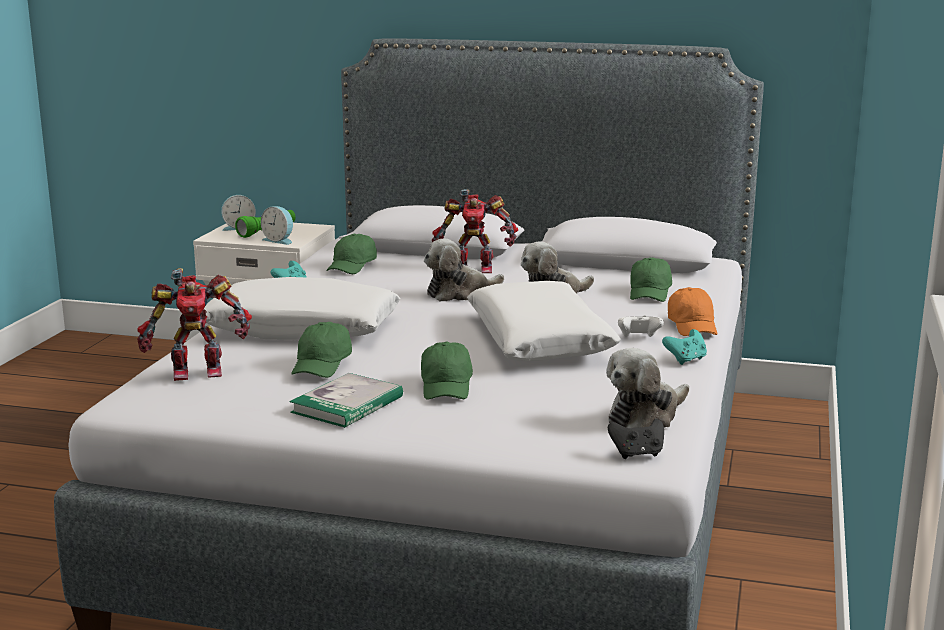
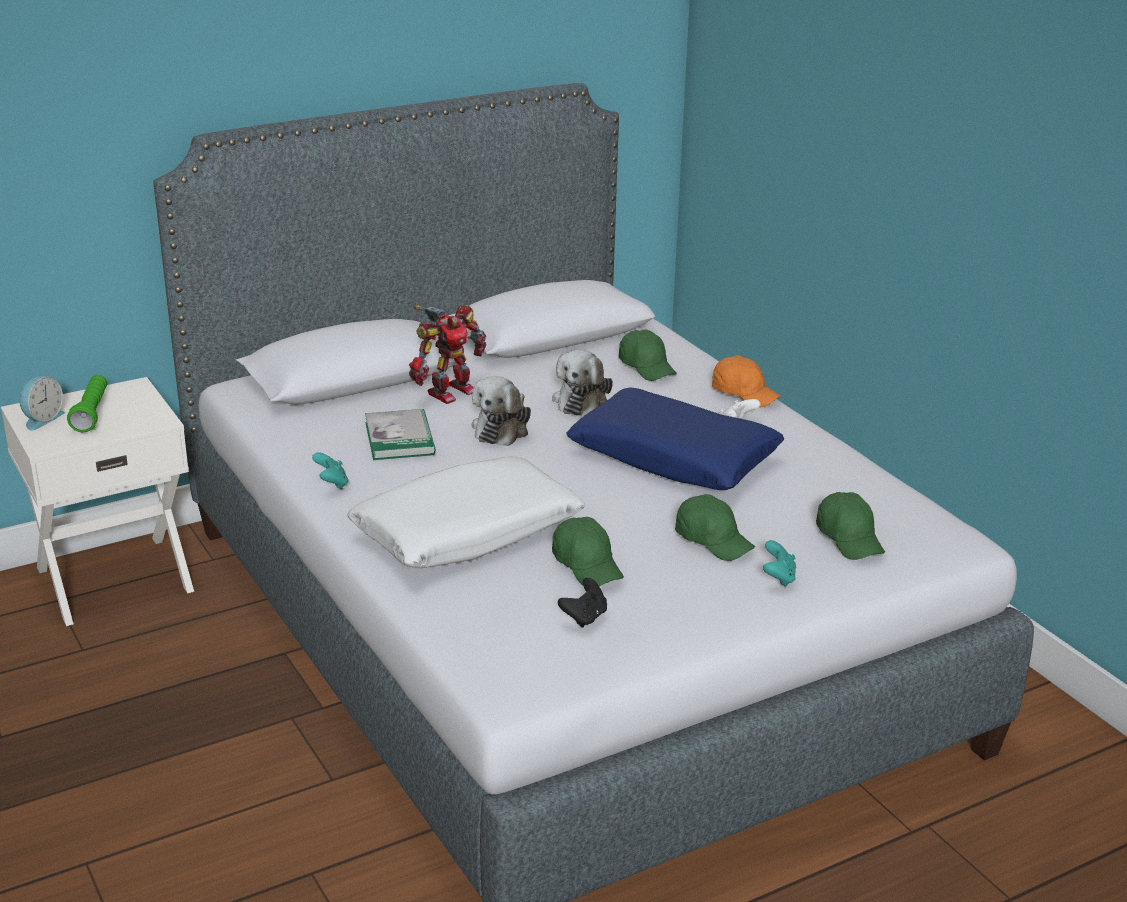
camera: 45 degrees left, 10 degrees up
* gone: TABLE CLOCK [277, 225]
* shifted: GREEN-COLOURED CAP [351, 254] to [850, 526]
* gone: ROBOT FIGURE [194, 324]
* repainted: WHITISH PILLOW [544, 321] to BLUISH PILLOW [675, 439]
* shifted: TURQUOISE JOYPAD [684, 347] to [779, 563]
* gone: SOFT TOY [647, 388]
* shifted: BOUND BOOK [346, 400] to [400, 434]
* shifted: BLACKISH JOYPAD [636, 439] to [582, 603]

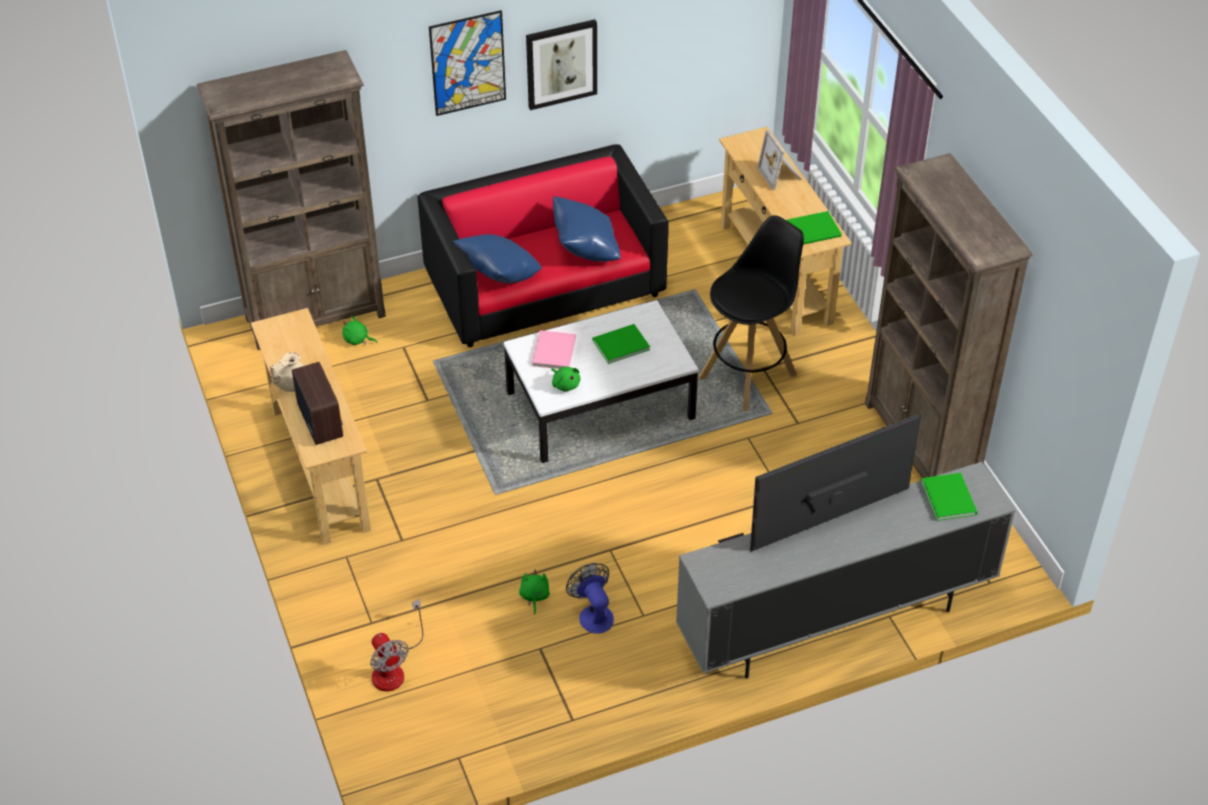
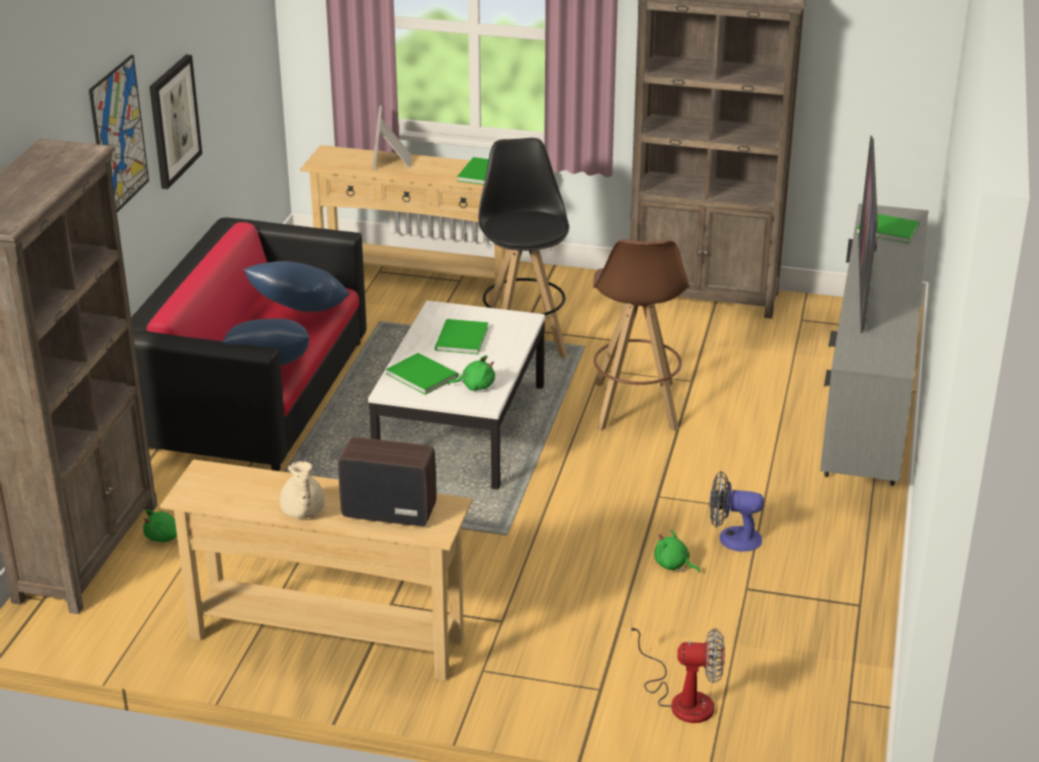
camera: 55 degrees left, 15 degrees down
* rotated: PHOTO FRAME [779, 160] = [392, 138] 75 degrees clockwise
* repainted: PINKISH BOUND BOOK [554, 349] to GREEN-COLOURED BOUND BOOK [422, 374]
* new: BROWN-COLOURED STOOL [641, 335]

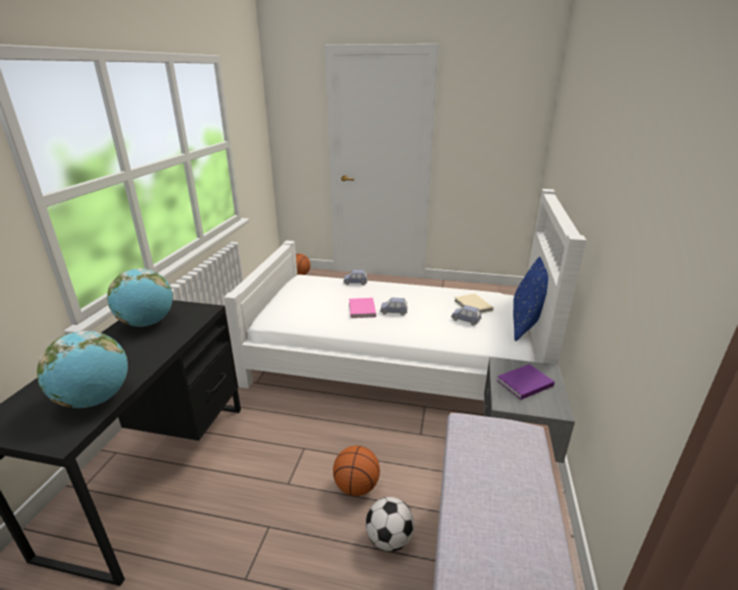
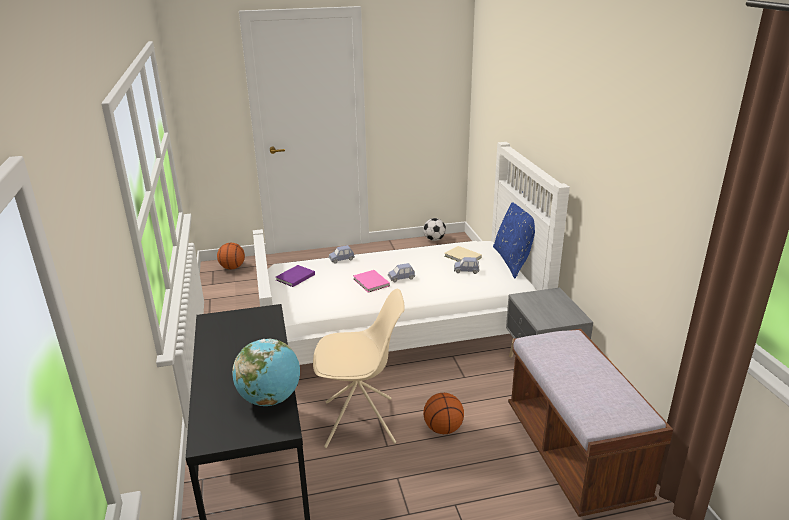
camera: 25 degrees left, 0 degrees up
* gone: WORLD GLOBE [140, 297]
* shifted: PURPLE BOUND BOOK [526, 382] to [295, 276]
* shifted: FOOTBALL BALL [390, 524] to [434, 229]
* new: BEIGE-COLOURED PLAIN CHAIR [359, 368]

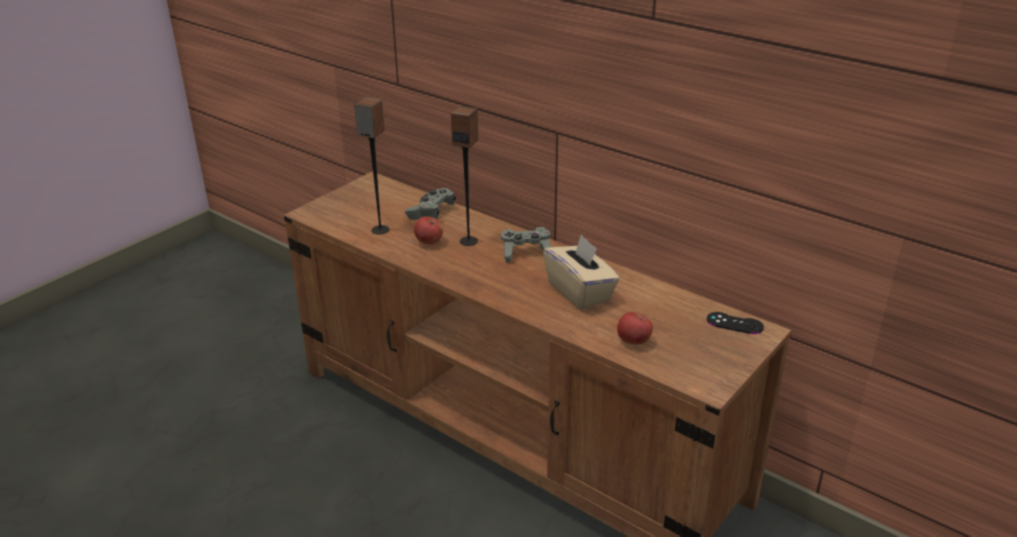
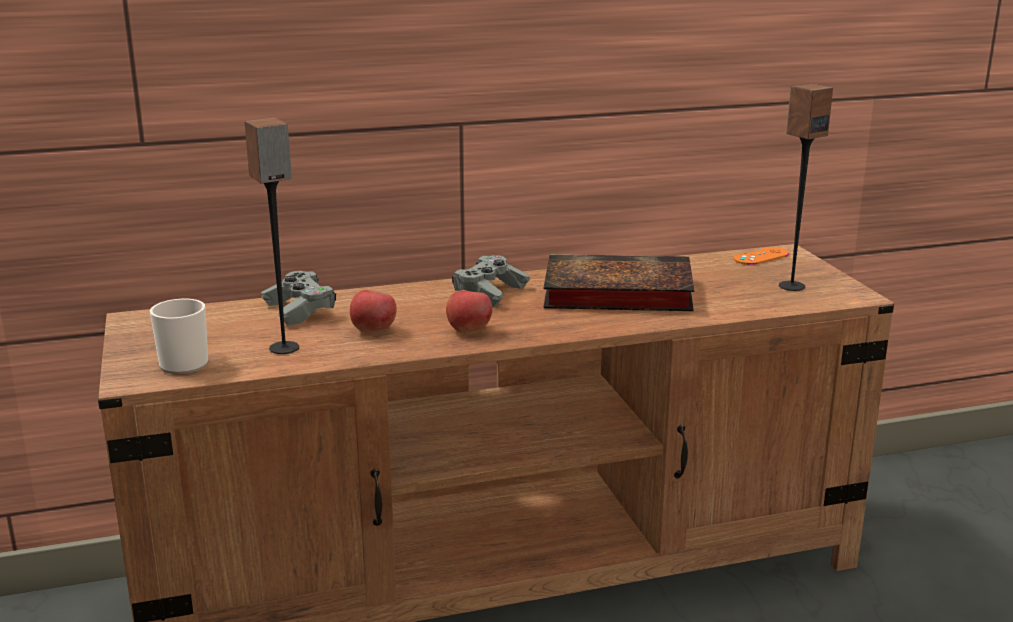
camera: 55 degrees left, 10 degrees down
* shifted: LOUDSPEAKER [464, 176] to [806, 187]
* swapped: BEIGE-COLOURED TISSUE BOX [581, 272] to BOUND BOOK [619, 282]
* shifted: APPLE [635, 328] to [469, 312]
* repainted: BLACKISH JOYPAD [735, 323] to ORANGE JOYPAD [761, 256]
* new: MUG [179, 336]

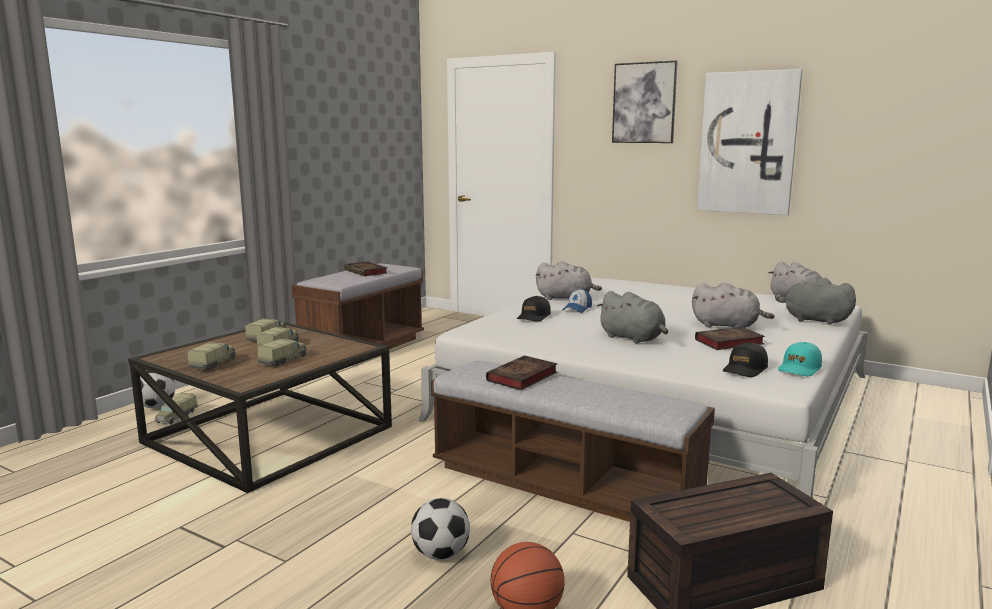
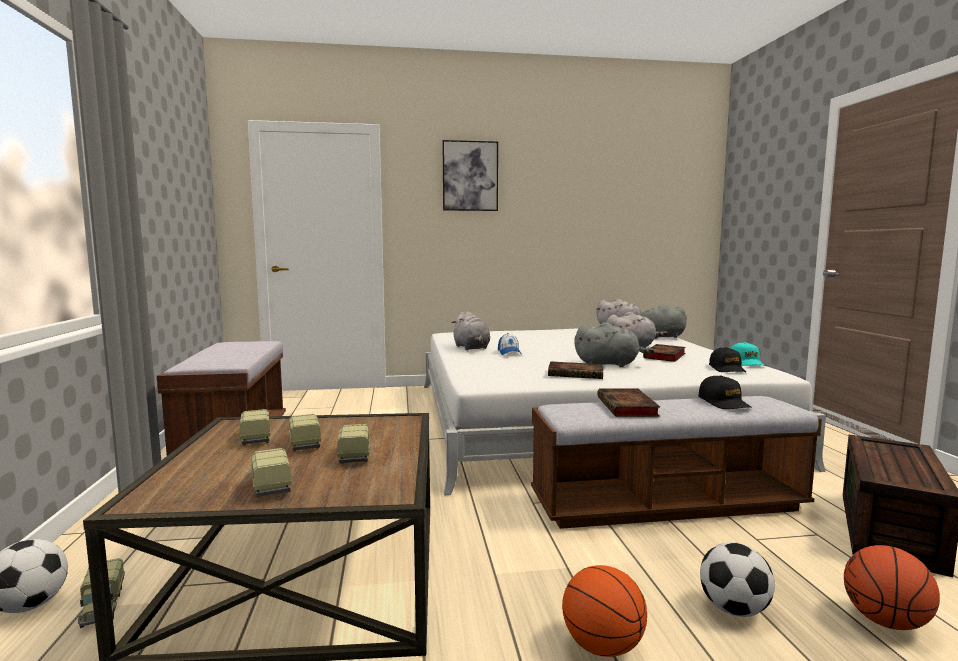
camera: 40 degrees left, 5 degrees down
* gone: PICTURE [750, 142]
* rotated: GRAY SOFT TOY [568, 280] = [471, 330] 90 degrees clockwise
* shifted: BOUND BOOK [366, 269] to [575, 370]
* shifted: BLACKISH CAP [534, 309] to [725, 392]
* new: BASKETBALL [604, 611]

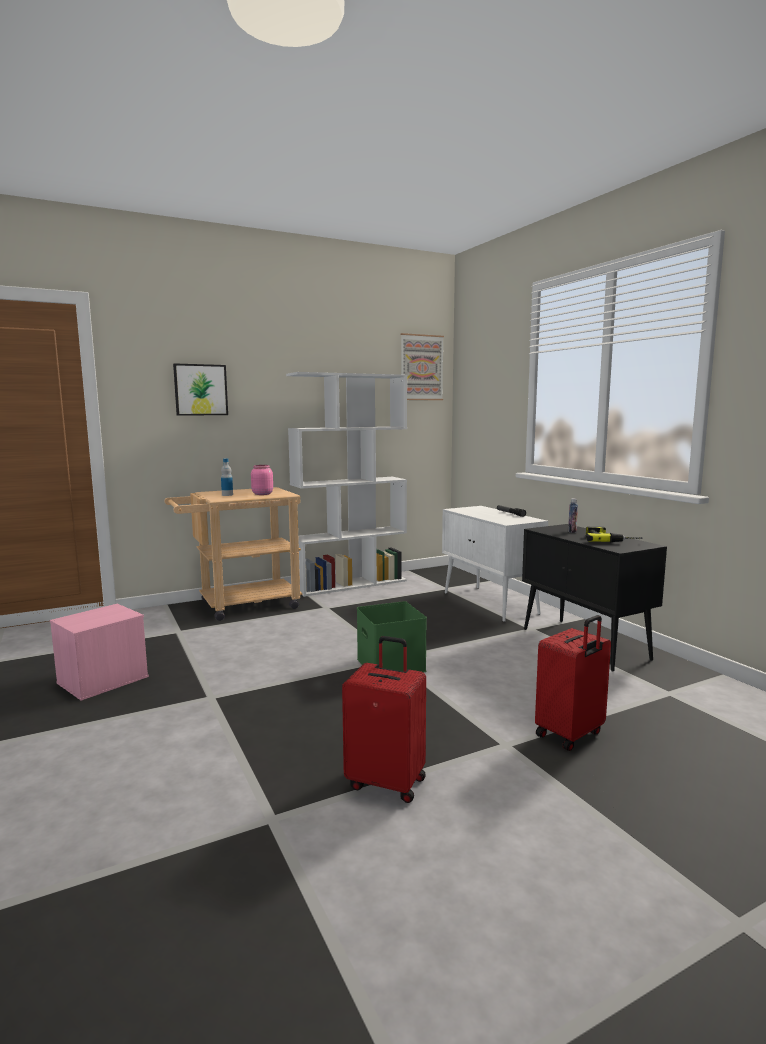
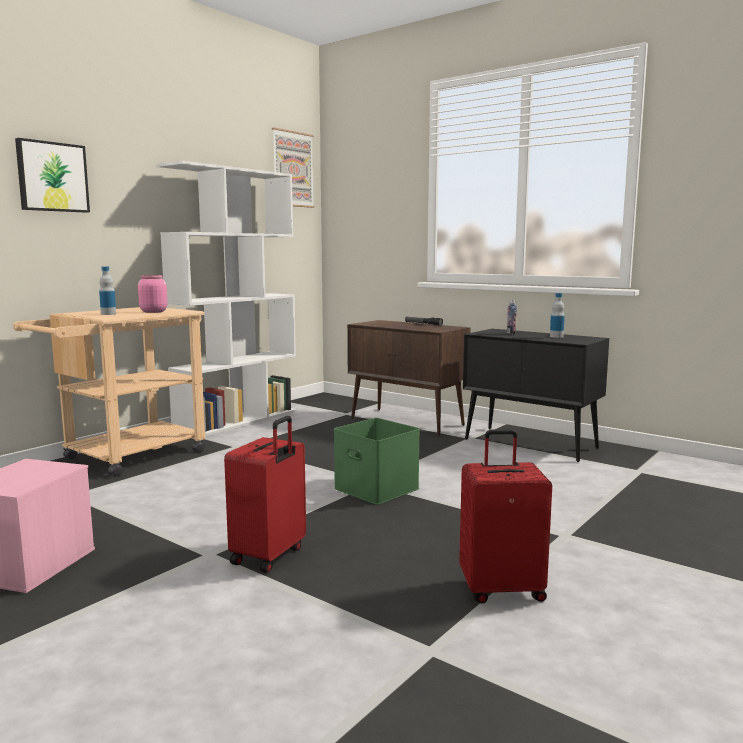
camera: 25 degrees left, 0 degrees up
* repainted: WHITISH CABINET [495, 564] to BROWN-COLOURED CABINET [409, 378]
* swapped: POWER DRILL [613, 535] to DRINK BOTTLE [557, 315]
* shifted: RED SUITCASE [573, 683] to [265, 494]

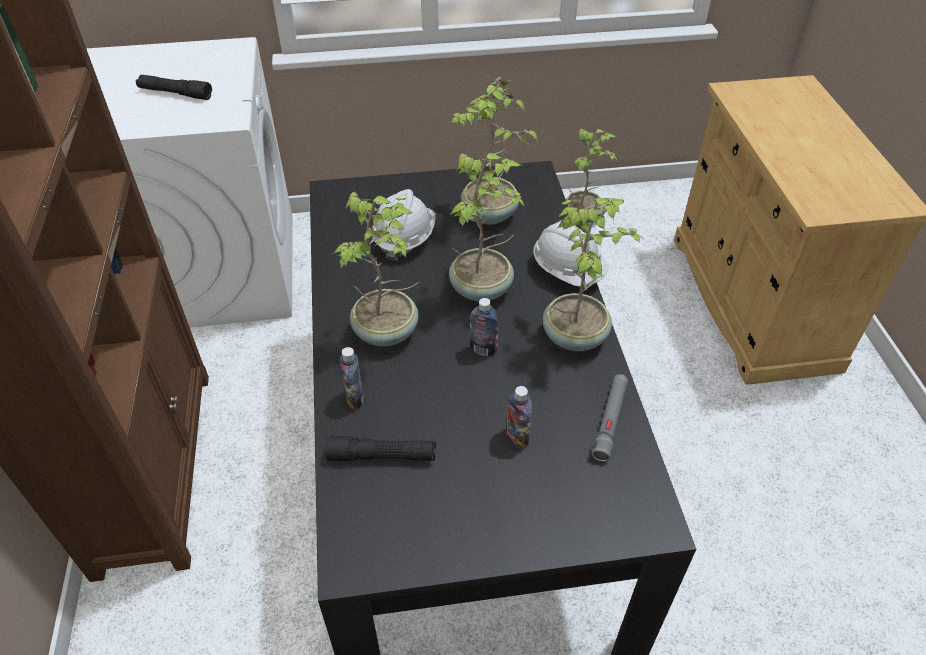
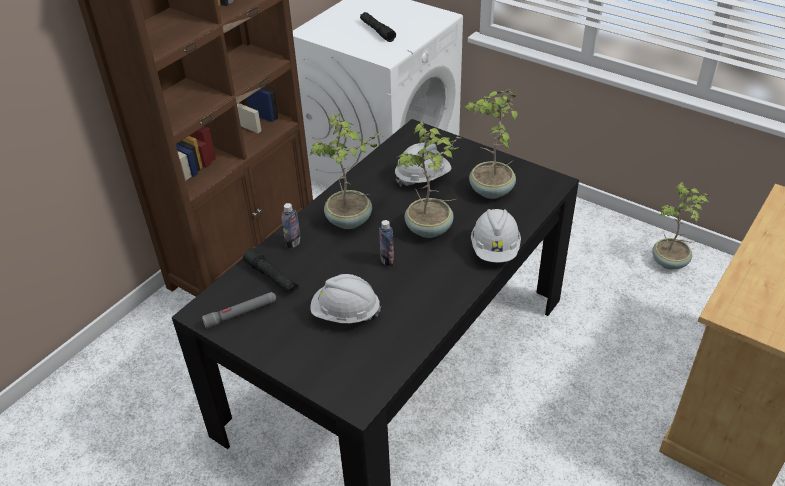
camera: 45 degrees right, 5 degrees down
* gone: HOUSEPLANT [593, 274]
* shifted: GRAY HAND TORCH [610, 417] to [239, 310]
* swapped: DRINK BOTTLE [519, 417] to WHITISH HARD HAT [345, 298]

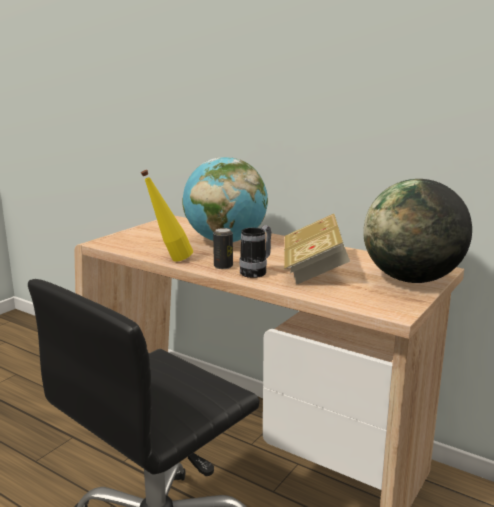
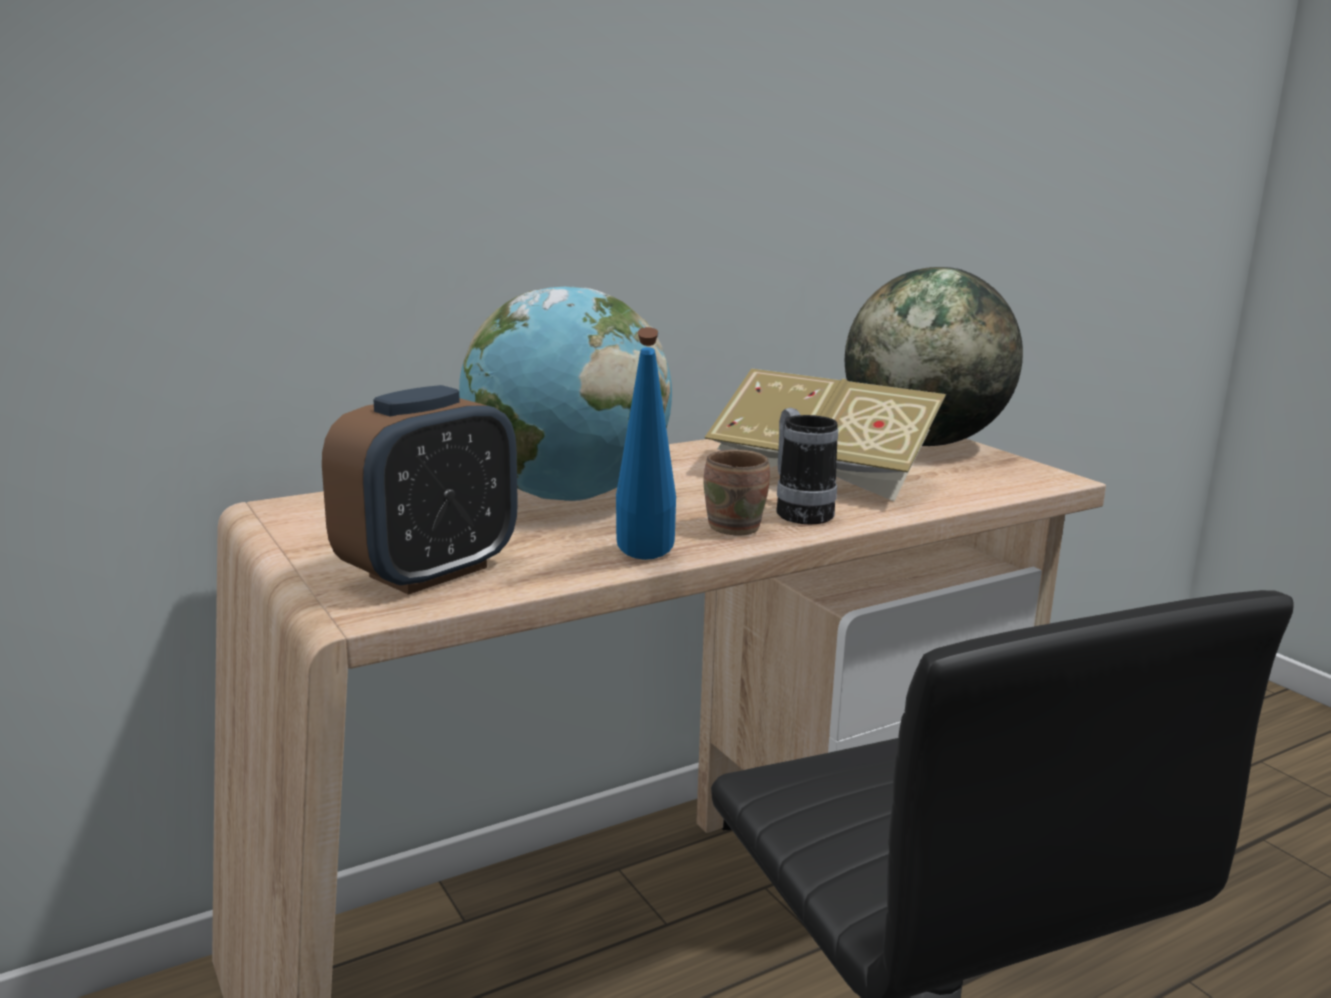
camera: 65 degrees left, 0 degrees up
* repainted: YELLOW-COLOURED DRINK BOTTLE [167, 216] to BLUISH DRINK BOTTLE [646, 443]
* swapped: CAN [223, 248] to BROWN-COLOURED MUG [736, 492]
* new: TABLE CLOCK [420, 490]

